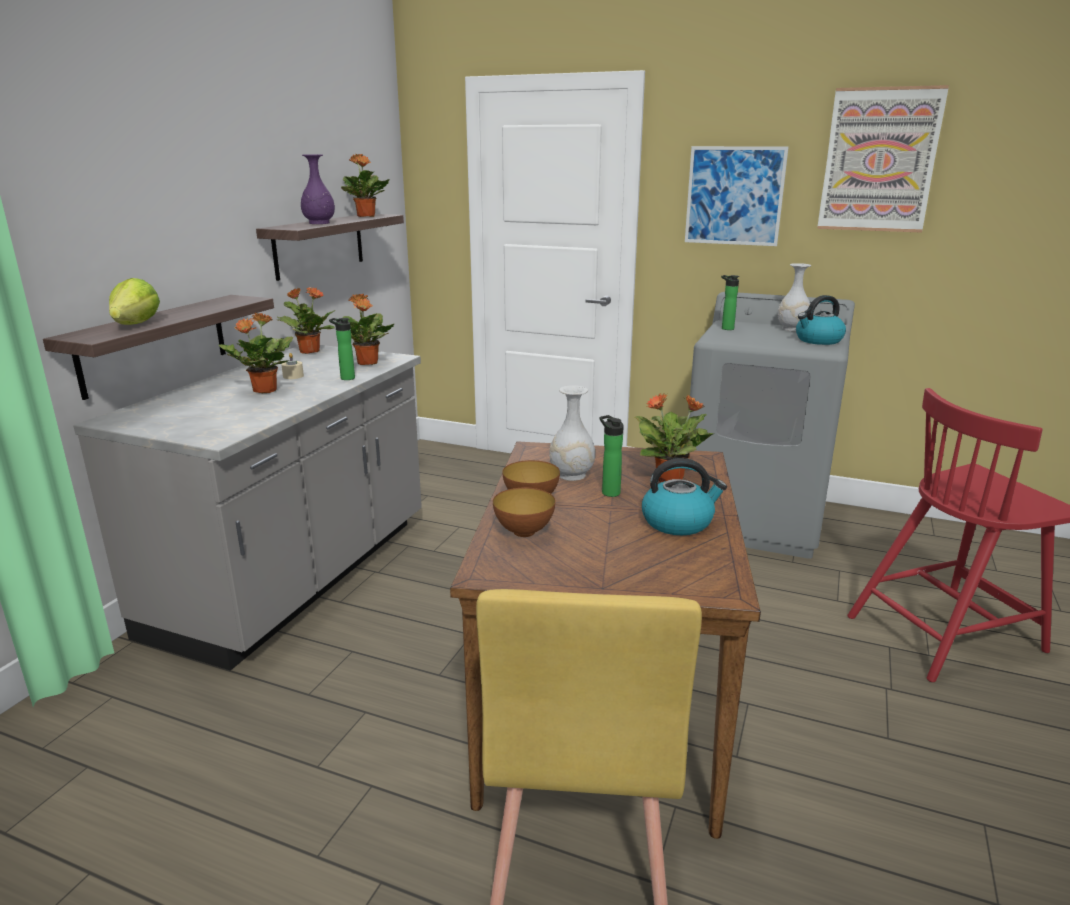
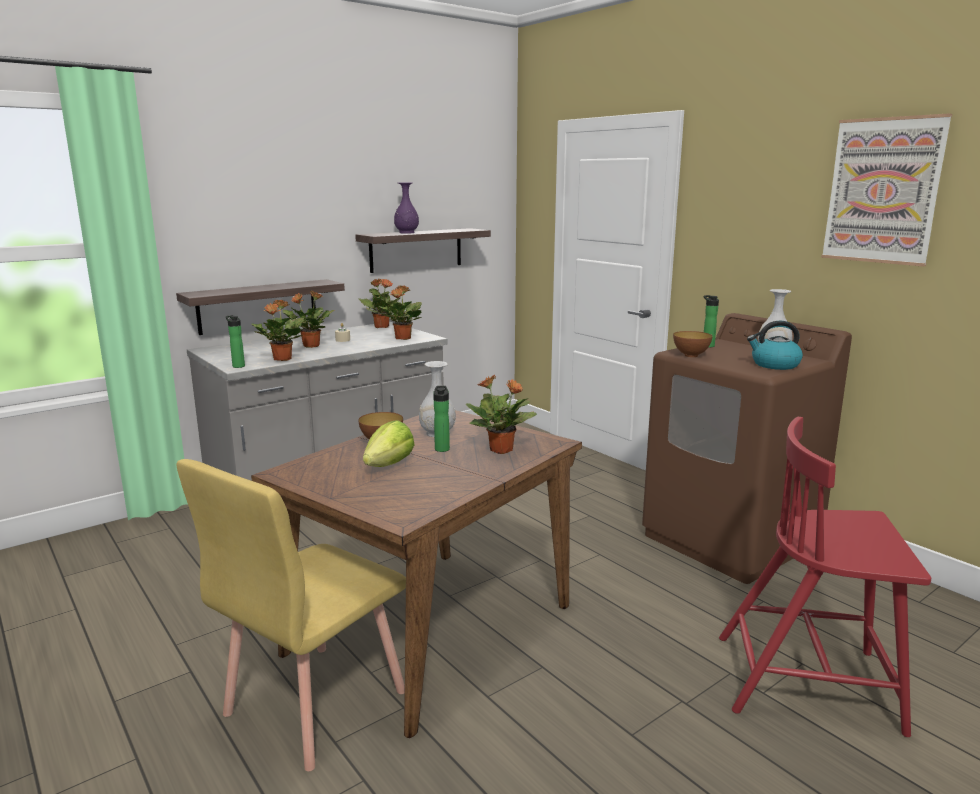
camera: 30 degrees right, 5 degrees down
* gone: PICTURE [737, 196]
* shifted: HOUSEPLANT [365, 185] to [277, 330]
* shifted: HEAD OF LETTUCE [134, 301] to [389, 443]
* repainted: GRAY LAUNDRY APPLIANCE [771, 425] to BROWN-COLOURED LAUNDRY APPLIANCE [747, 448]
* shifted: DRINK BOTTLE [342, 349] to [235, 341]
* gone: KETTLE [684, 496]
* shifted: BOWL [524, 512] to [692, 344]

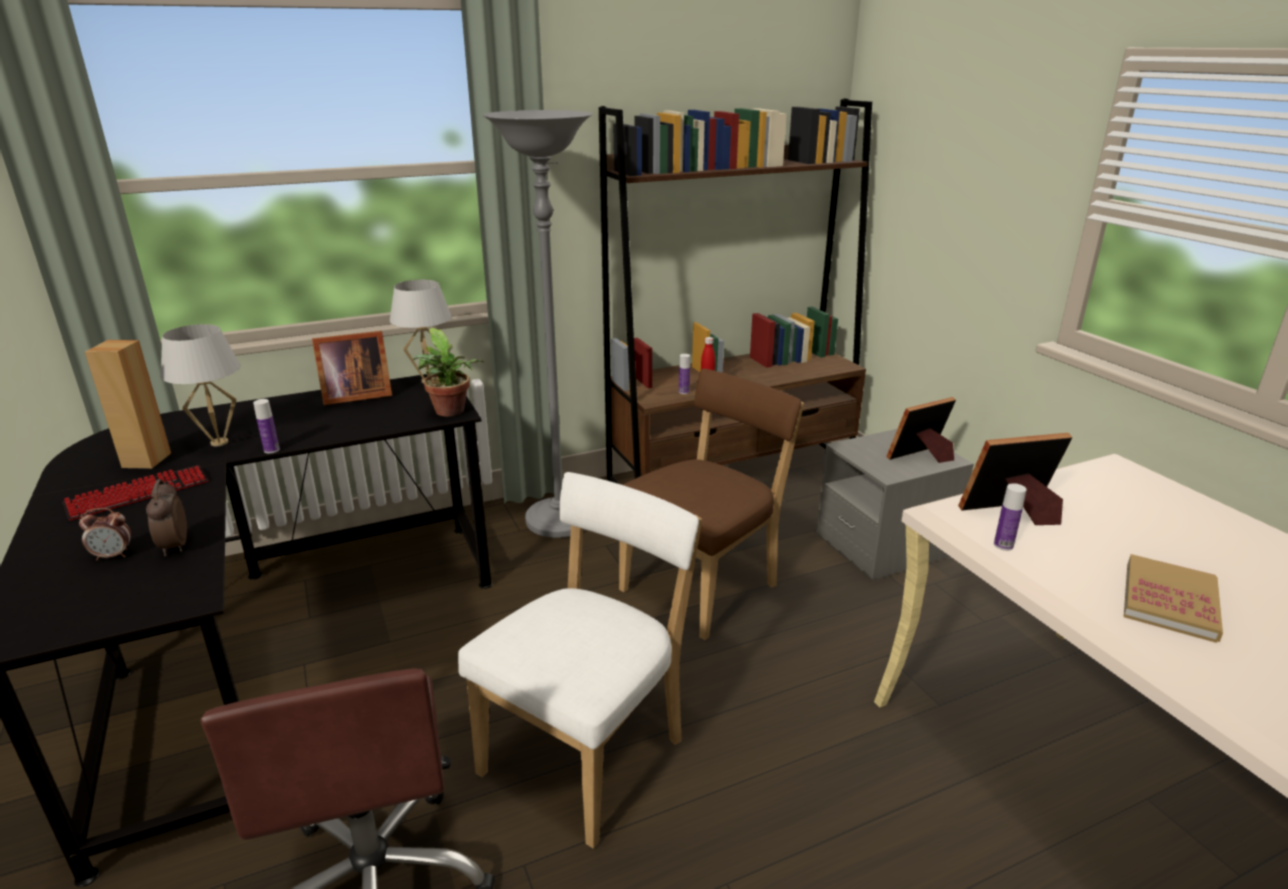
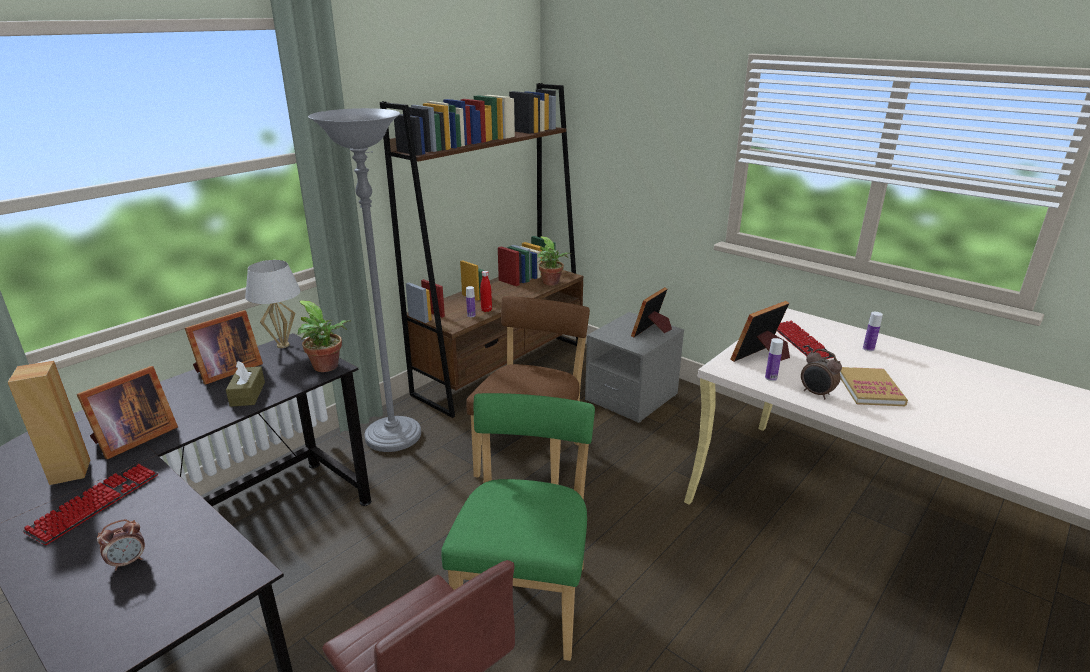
camera: 25 degrees left, 0 degrees up
* swapped: WHITISH TABLETOP LAMP [200, 385] to PHOTO FRAME [127, 412]
* shifted: DRINK BOTTLE [266, 426] to [873, 331]
* repainted: WHITISH PLAIN CHAIR [580, 660] to GREEN-COLOURED PLAIN CHAIR [518, 527]
* shifted: TABLE CLOCK [166, 518] to [821, 374]
* new: HOUSEPLANT [554, 261]
* new: KEYBOARD [805, 339]
* new: BROWN-COLOURED TISSUE BOX [245, 384]

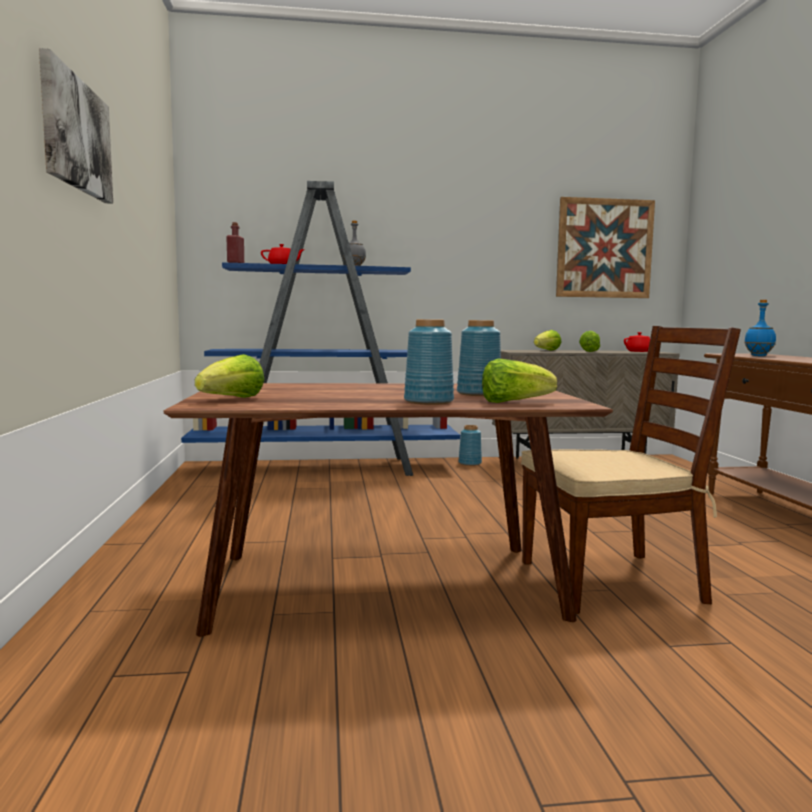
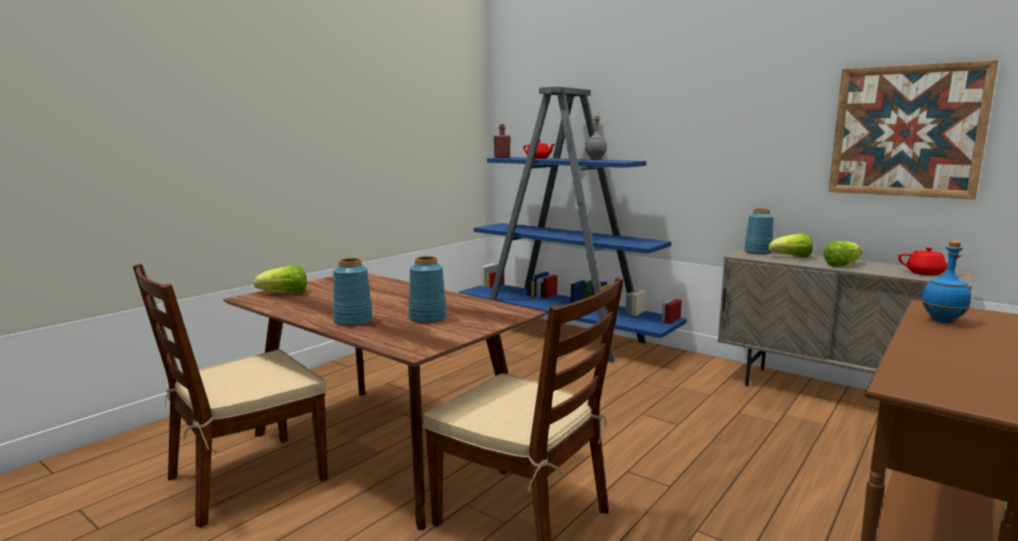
camera: 45 degrees right, 5 degrees up
* gone: PICTURE [76, 126]
* gone: HEAD OF LETTUCE [519, 380]
* shifted: BLUISH DECORATIVE VASE [470, 445] to [759, 231]
* new: BROWN-COLOURED PLAIN CHAIR [230, 396]

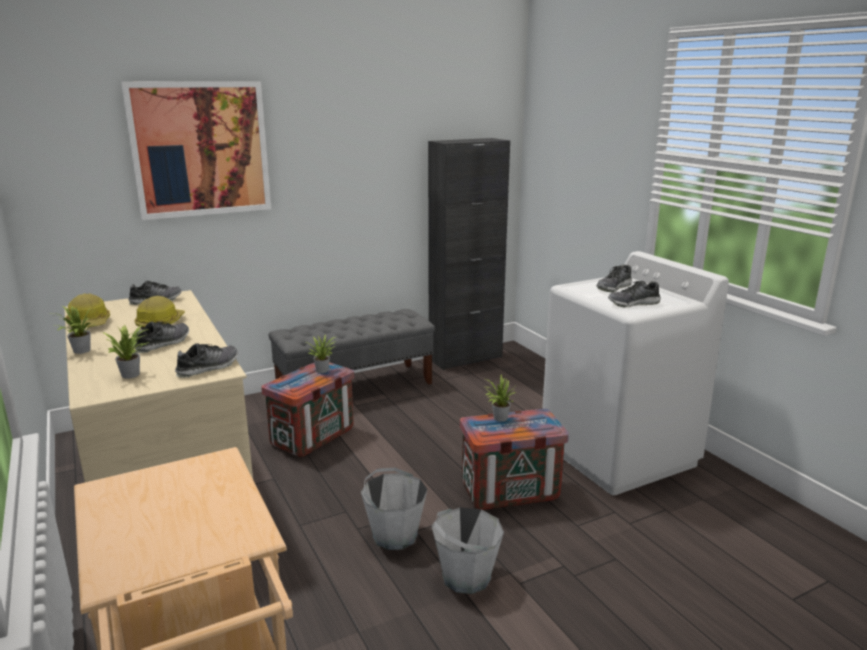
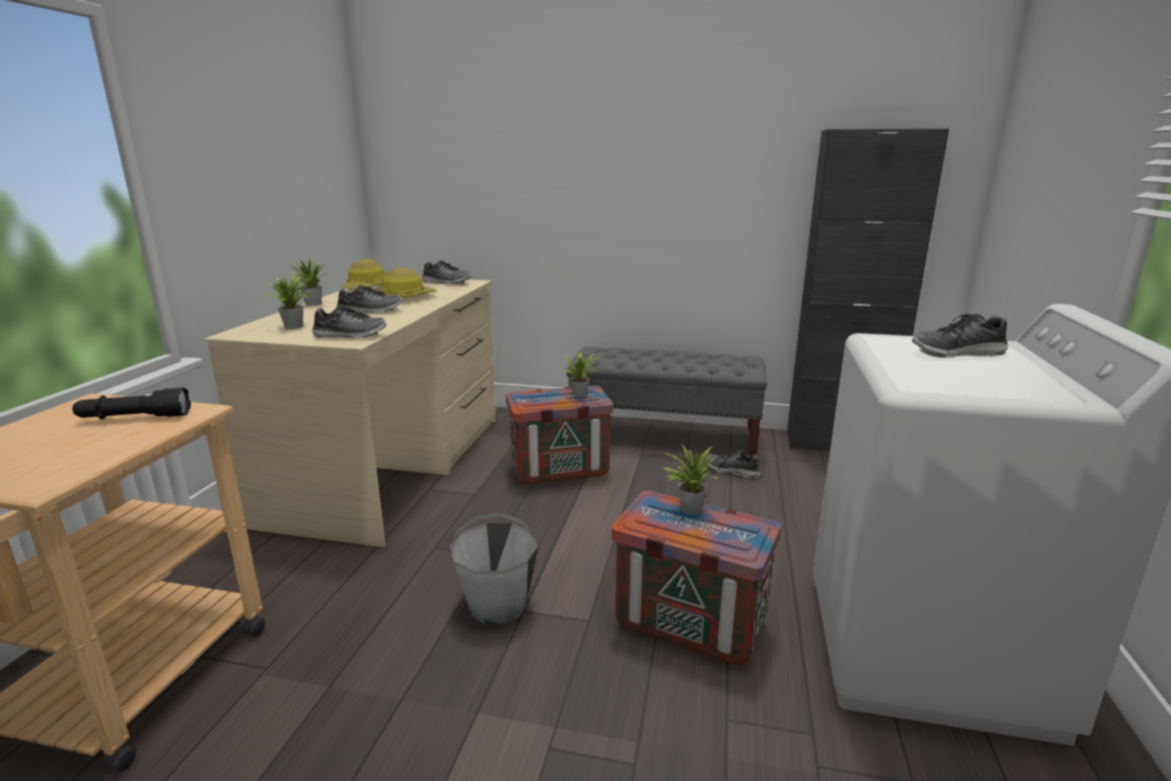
camera: 40 degrees right, 0 degrees up
* gone: PICTURE [196, 150]
* shifted: ITEM OF FOOTWEAR [634, 294] to [732, 464]
* gone: GRAY PAIL [467, 551]
* new: BLACKISH HAND TORCH [131, 404]

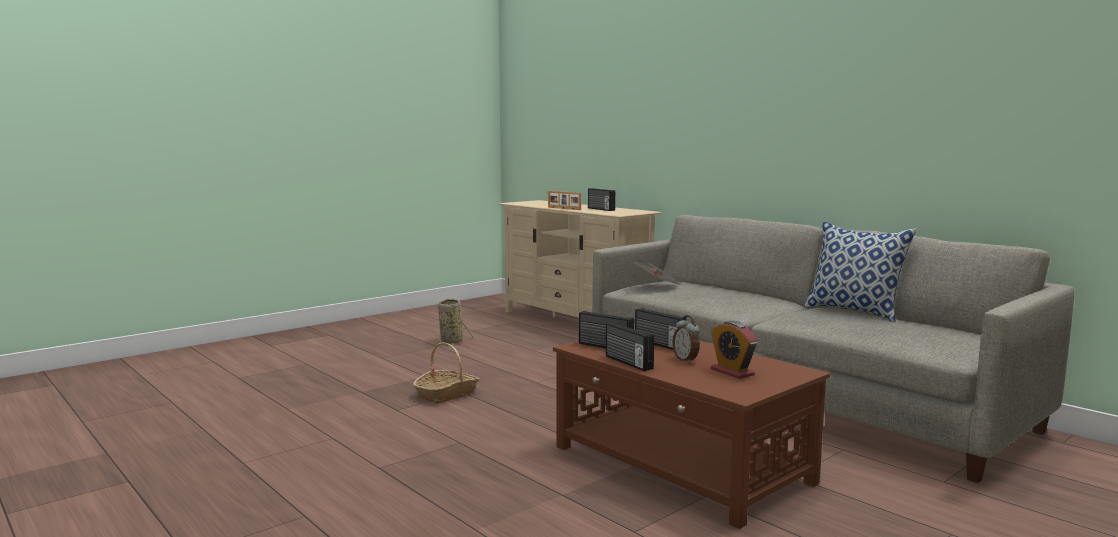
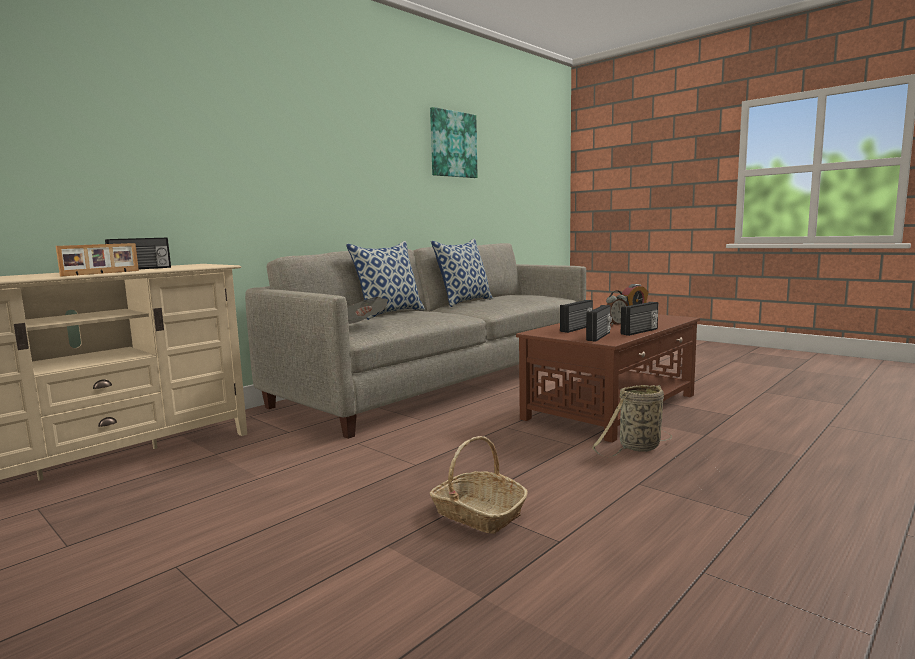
camera: 95 degrees left, 0 degrees up
* shifted: BASKET [456, 322] to [632, 421]
* new: PICTURE [454, 142]
* new: PILLOW [385, 280]

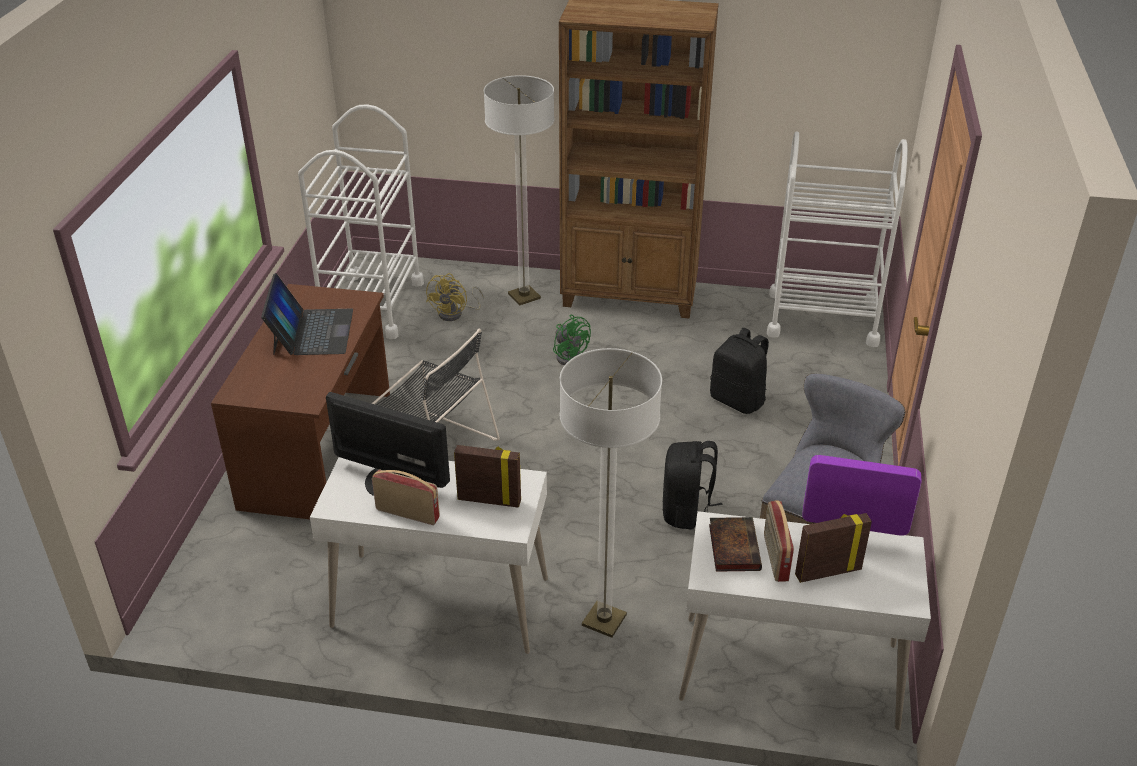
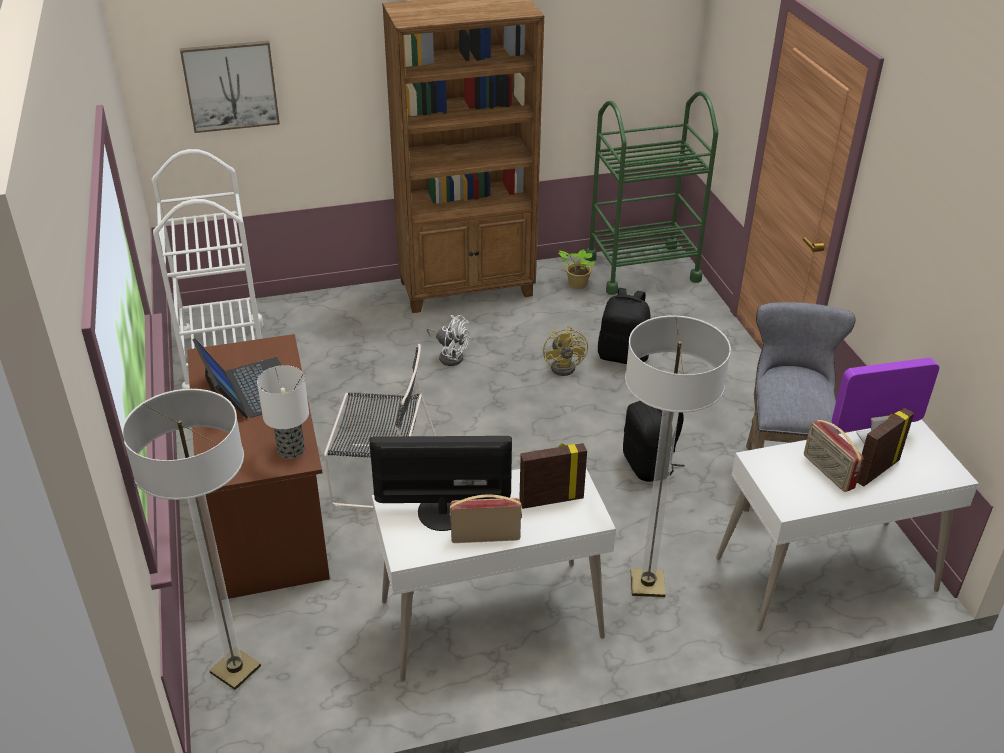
camera: 25 degrees left, 0 degrees up
* shifted: STANDING LAMP [519, 190] to [191, 539]
* repainted: WHITISH WHEELED CART [837, 239] to GREEN-COLOURED WHEELED CART [651, 193]
* shifted: YELLOW-COLOURED ELECTRIC FAN [455, 297] to [565, 351]
* repainted: GREEN-COLOURED ELECTRIC FAN [572, 340] to WHITISH ELECTRIC FAN [448, 340]
* gone: BOUND BOOK [735, 544]
* new: PICTURE [230, 87]
* new: HOUSEPLANT [576, 269]
* new: TABLETOP LAMP [283, 412]

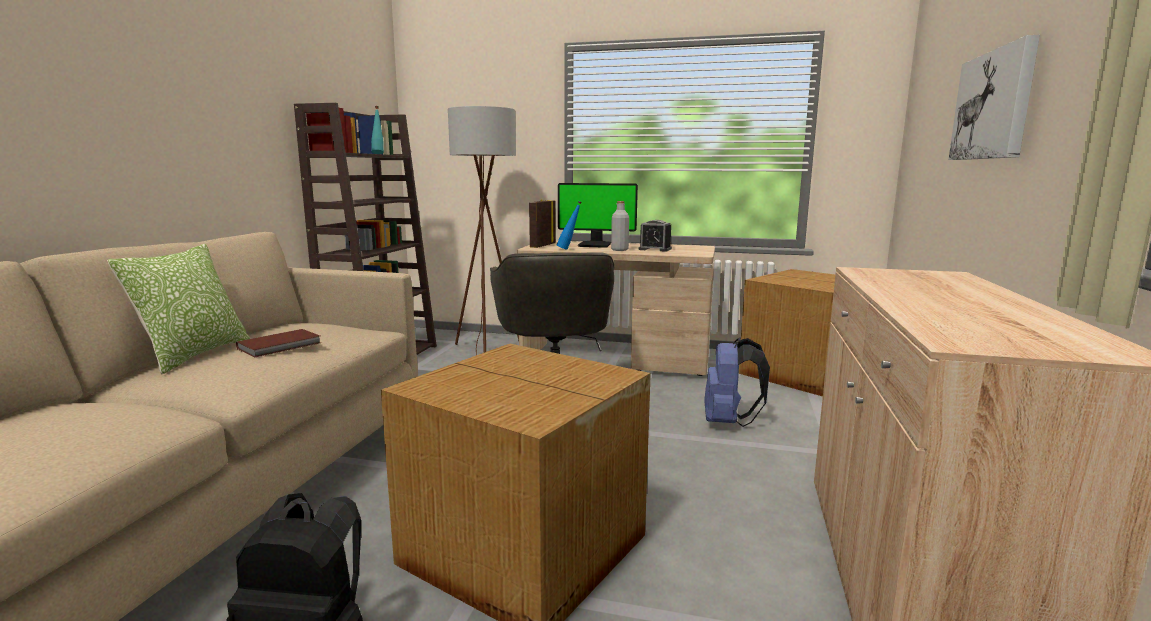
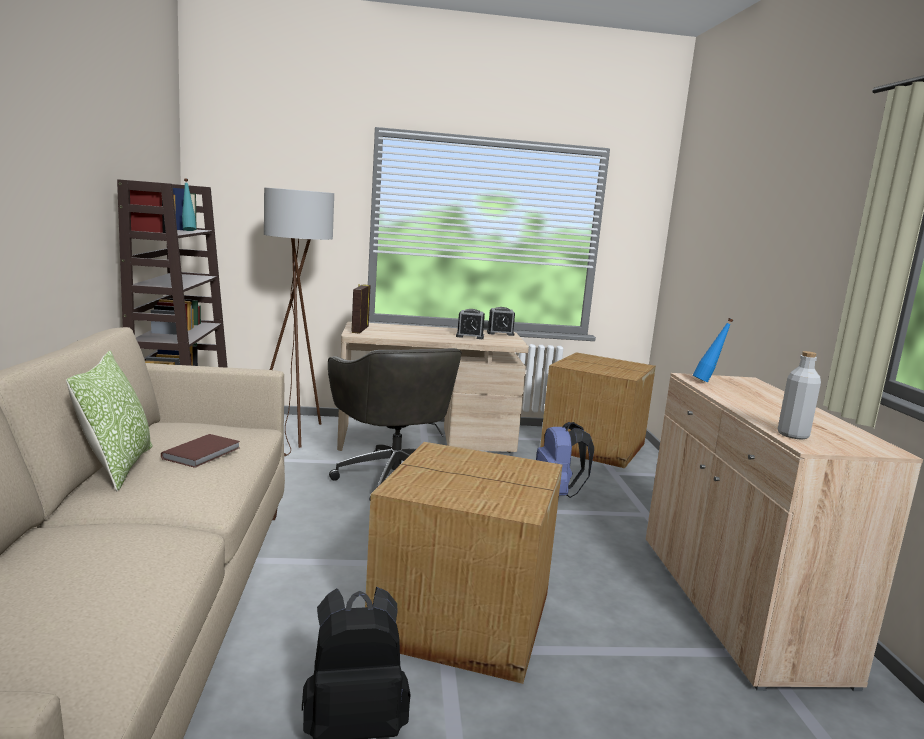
camera: 20 degrees left, 0 degrees up
* gone: PICTURE [994, 97]
* gone: COMPUTER DISPLAY [598, 215]
* shifted: BLUISH DRINK BOTTLE [569, 225] to [713, 350]
* shifted: GRAY DRINK BOTTLE [620, 226] to [799, 395]
* new: TABLE CLOCK [501, 321]

